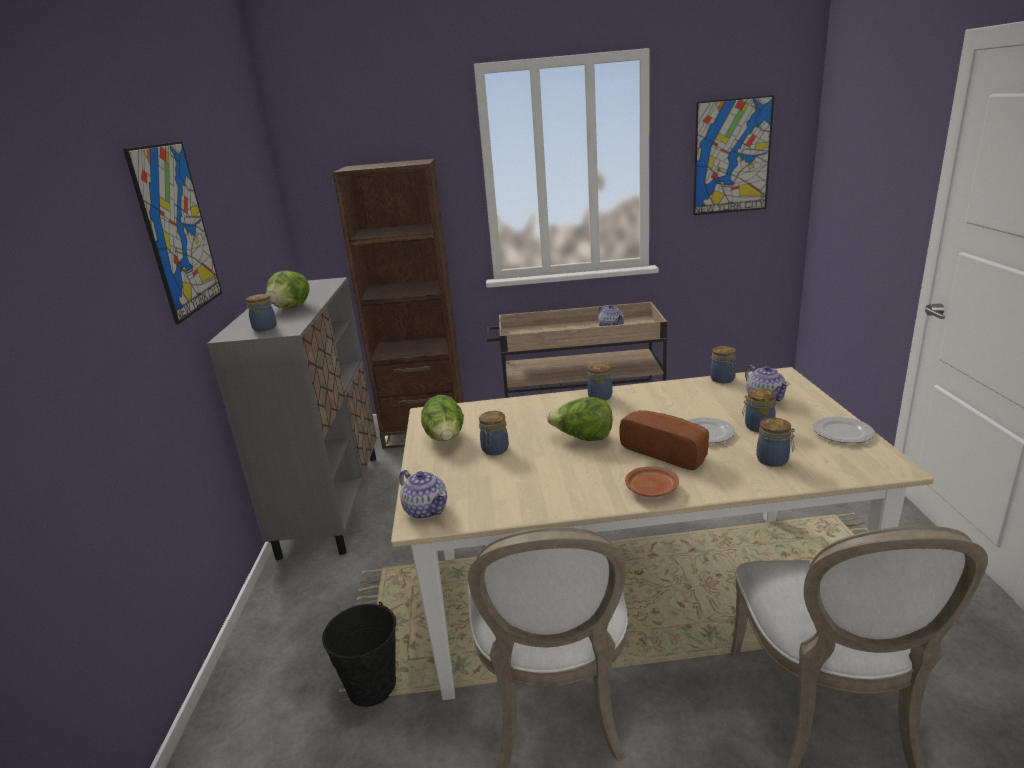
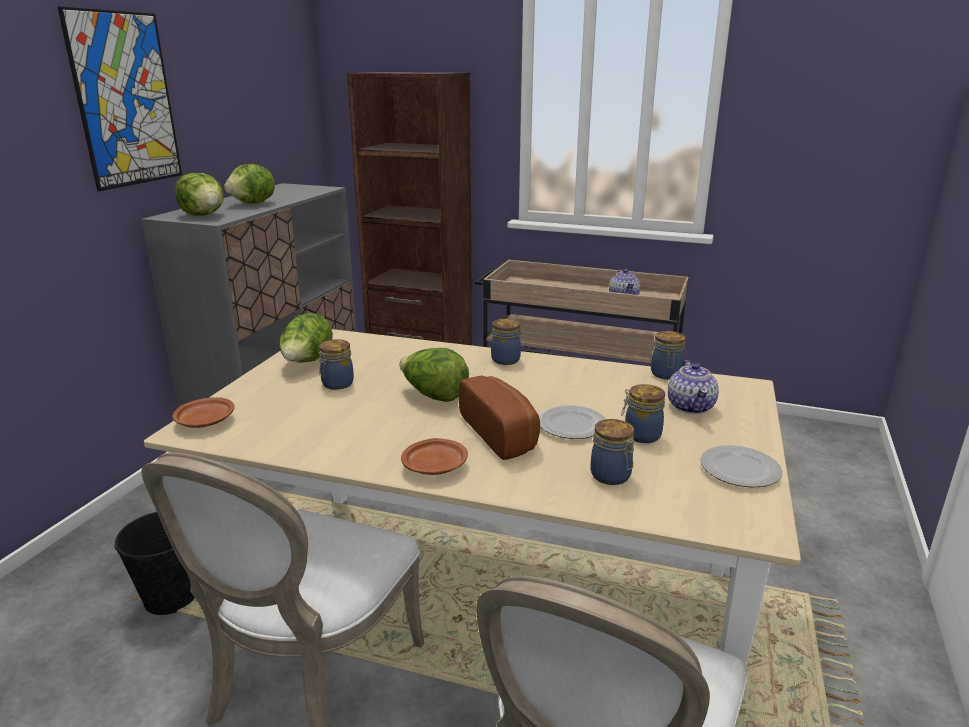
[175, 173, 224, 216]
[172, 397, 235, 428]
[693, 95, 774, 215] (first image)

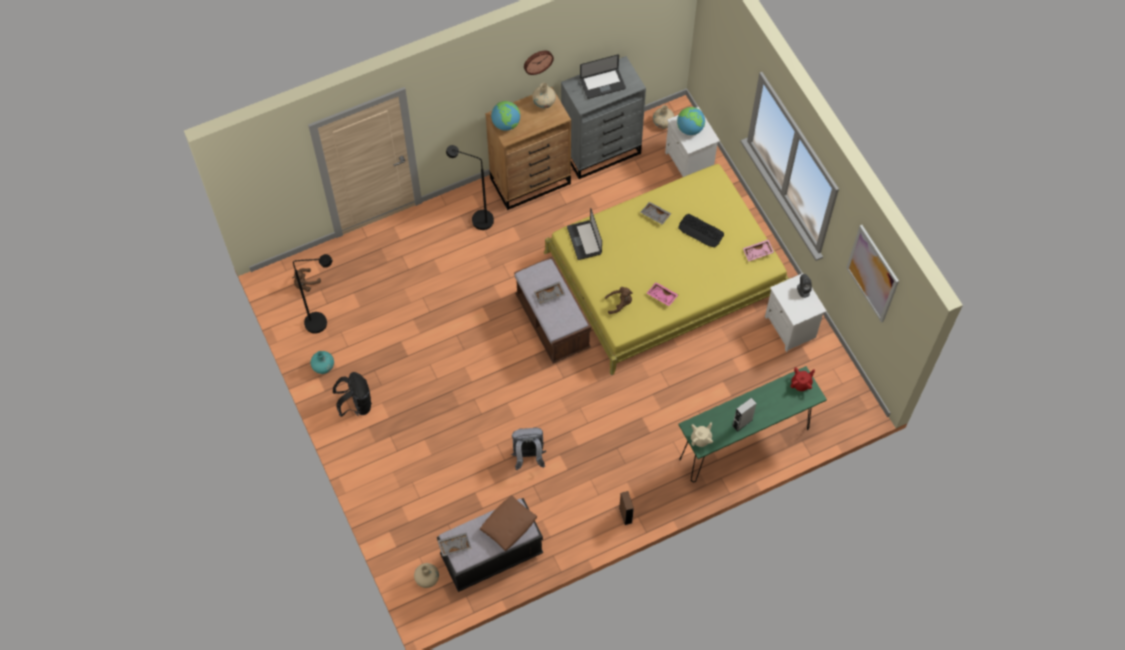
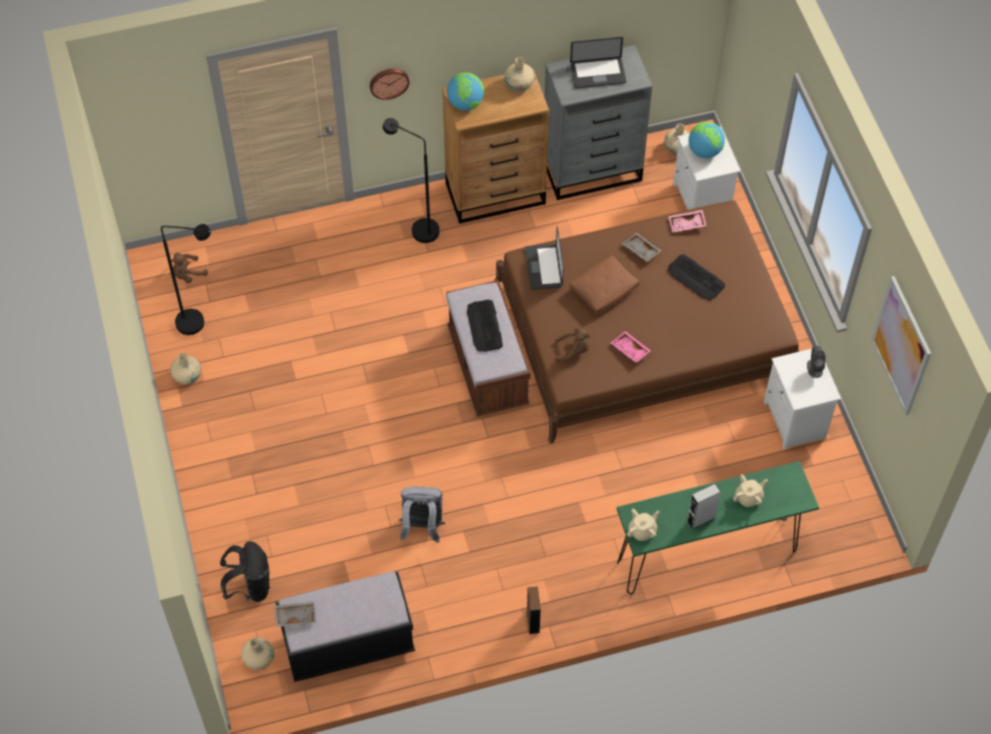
[171, 353, 201, 385]
[220, 541, 270, 602]
[570, 256, 640, 314]
[370, 69, 409, 100]
[467, 300, 503, 352]
[494, 201, 800, 444]
[668, 210, 707, 232]
[790, 367, 815, 391] (first image)
[733, 474, 768, 507]

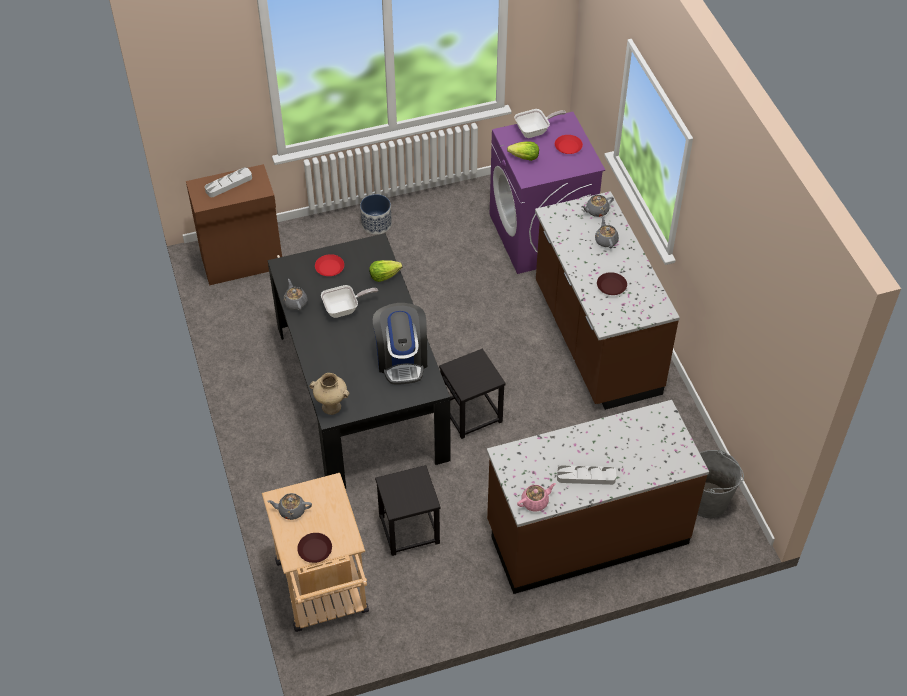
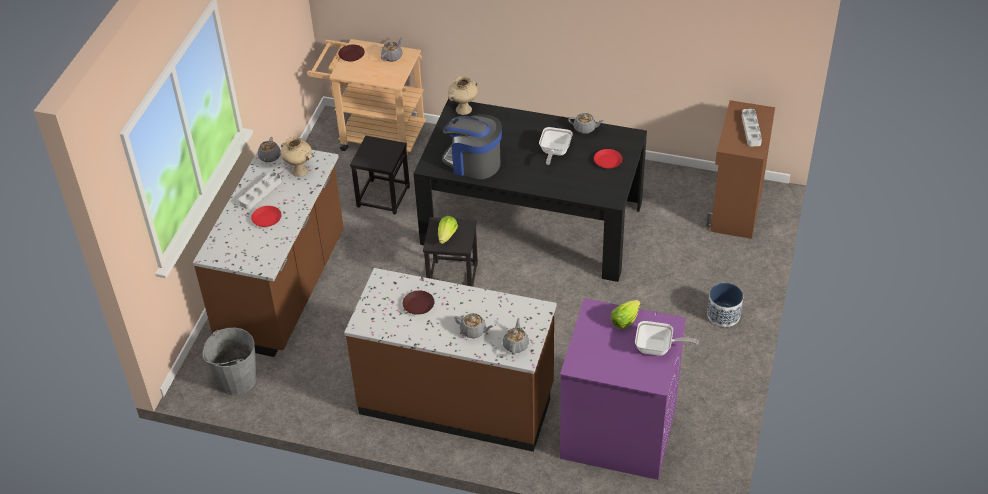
[438, 216, 458, 244]
[635, 321, 699, 356]
[258, 137, 281, 163]
[251, 206, 282, 227]
[280, 137, 312, 177]

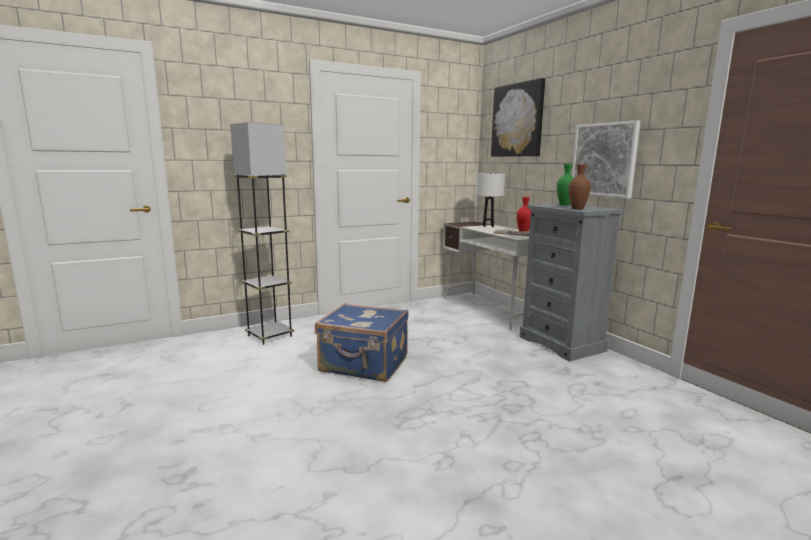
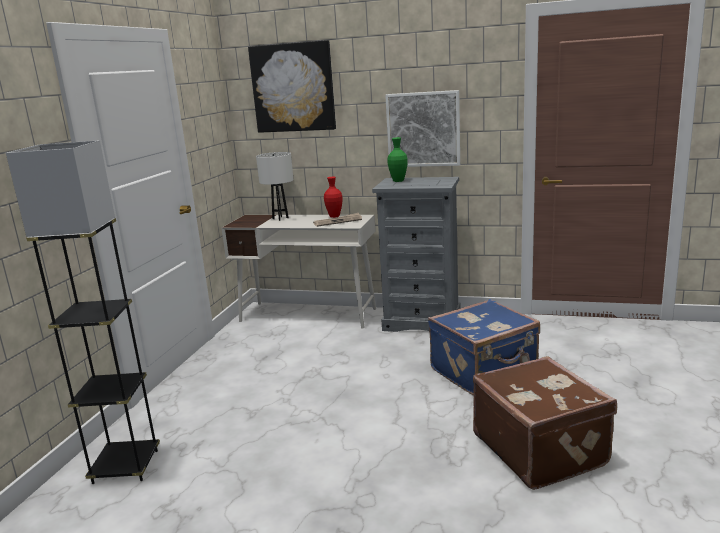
[428, 299, 540, 395]
[568, 164, 591, 210] (first image)
[473, 356, 617, 490]

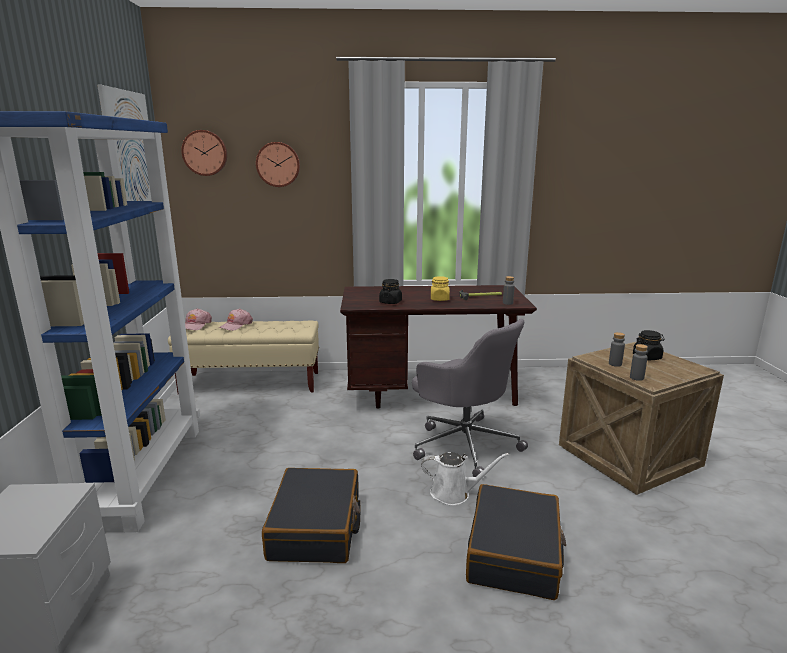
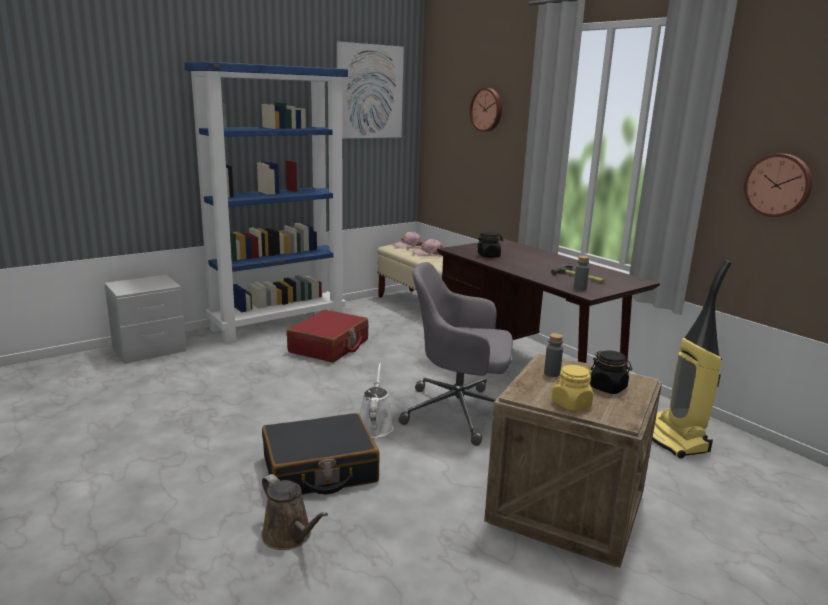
[744, 154, 812, 217]
[262, 468, 360, 563] (first image)
[399, 262, 513, 446]
[359, 362, 394, 438]
[552, 365, 593, 411]
[630, 344, 648, 381] (first image)
[261, 474, 328, 550]
[287, 310, 368, 363]
[652, 260, 732, 459]

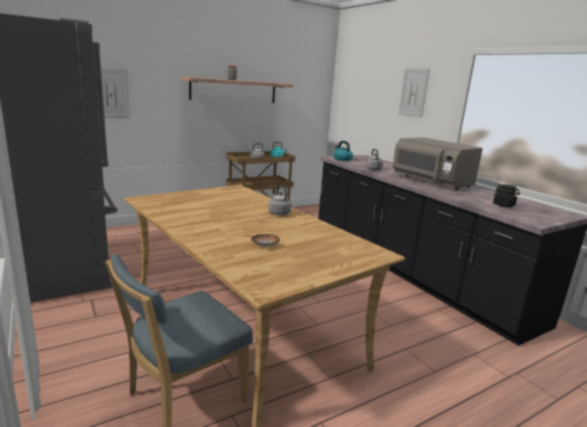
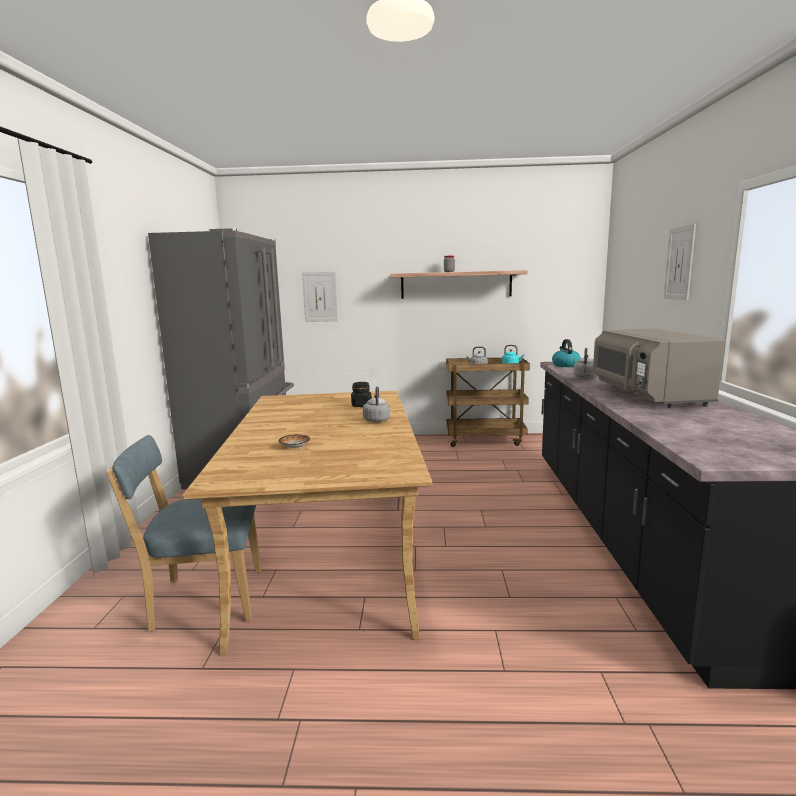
[351, 382, 372, 407]

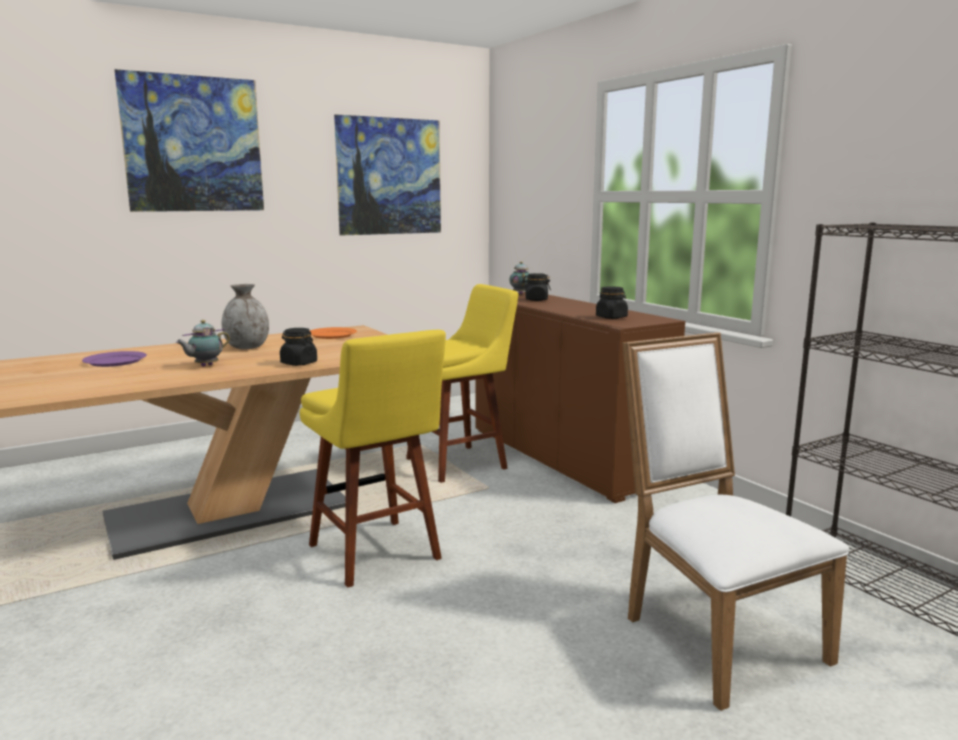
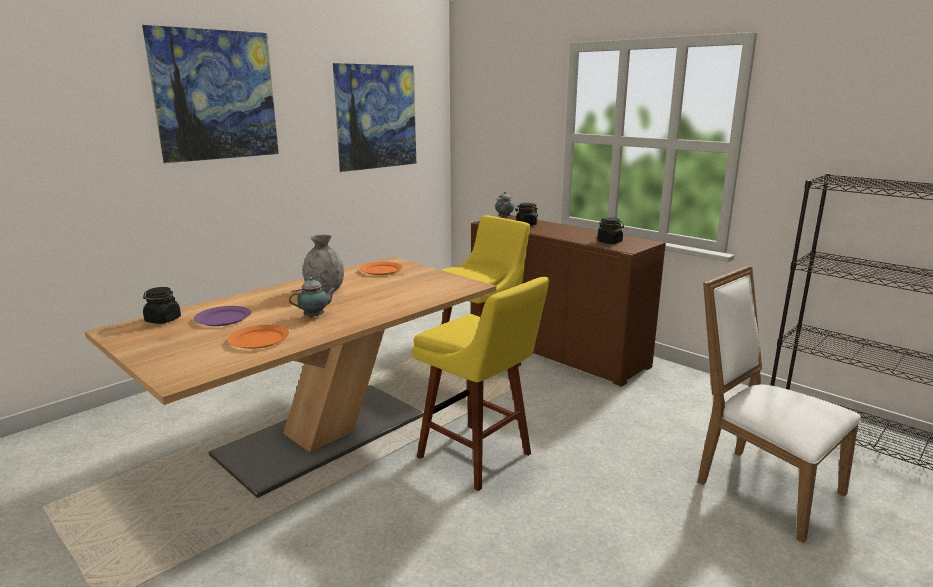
[289, 277, 337, 318]
[143, 287, 181, 324]
[227, 325, 289, 349]

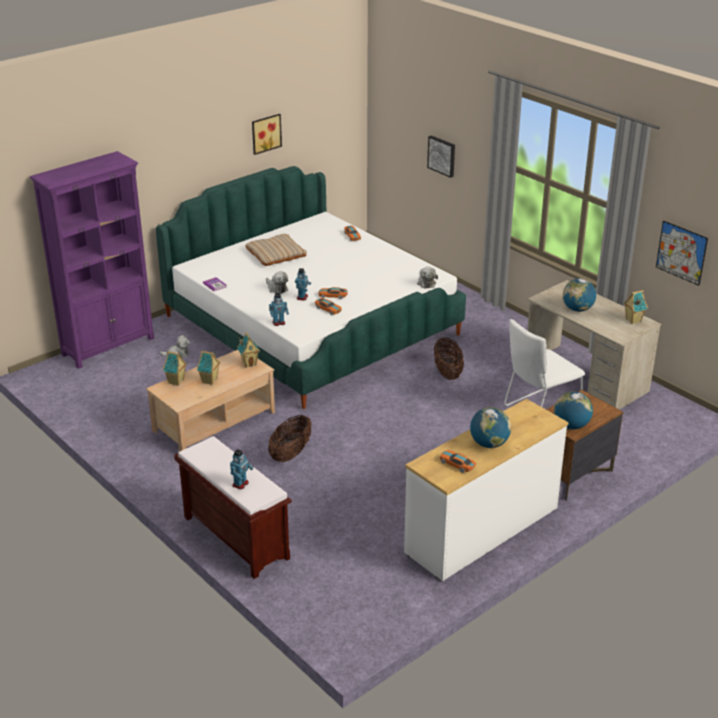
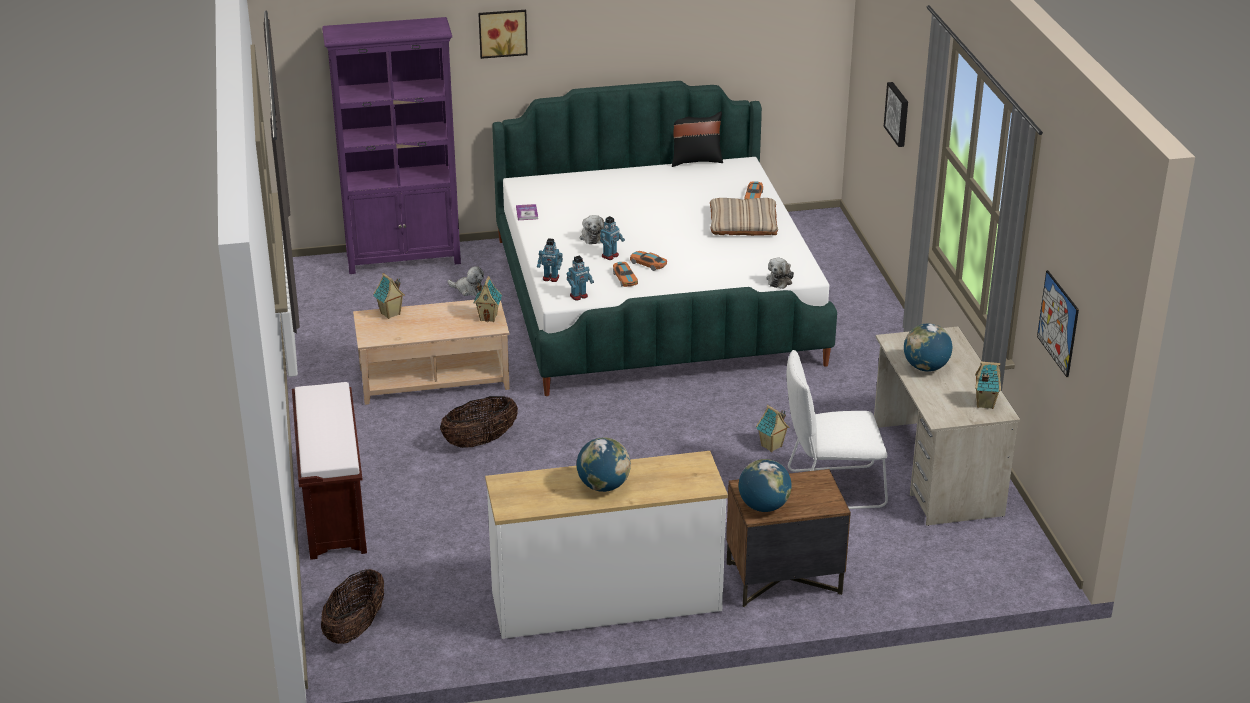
[756, 405, 790, 452]
[567, 256, 594, 301]
[710, 198, 778, 236]
[478, 10, 528, 59]
[321, 569, 384, 644]
[440, 450, 476, 473] (first image)
[672, 111, 723, 167]

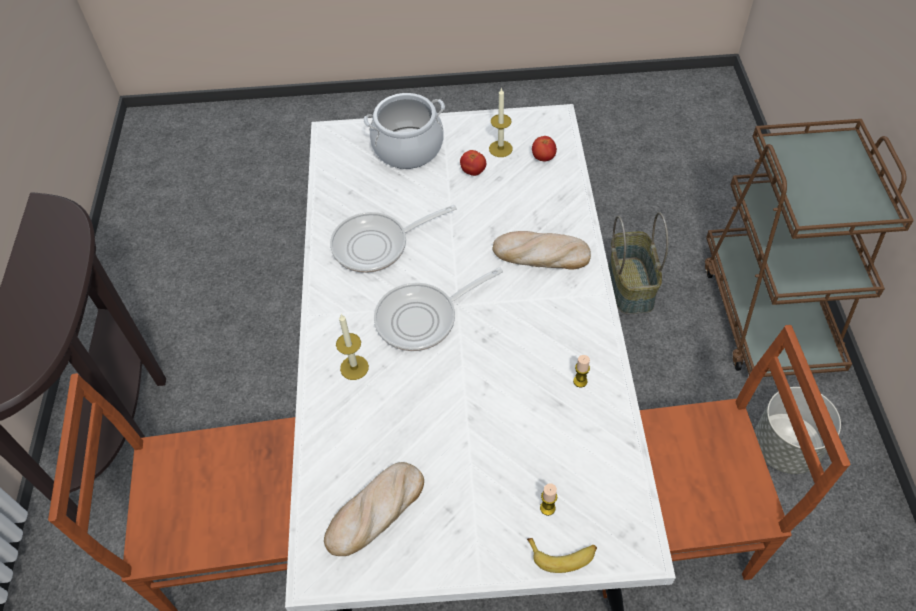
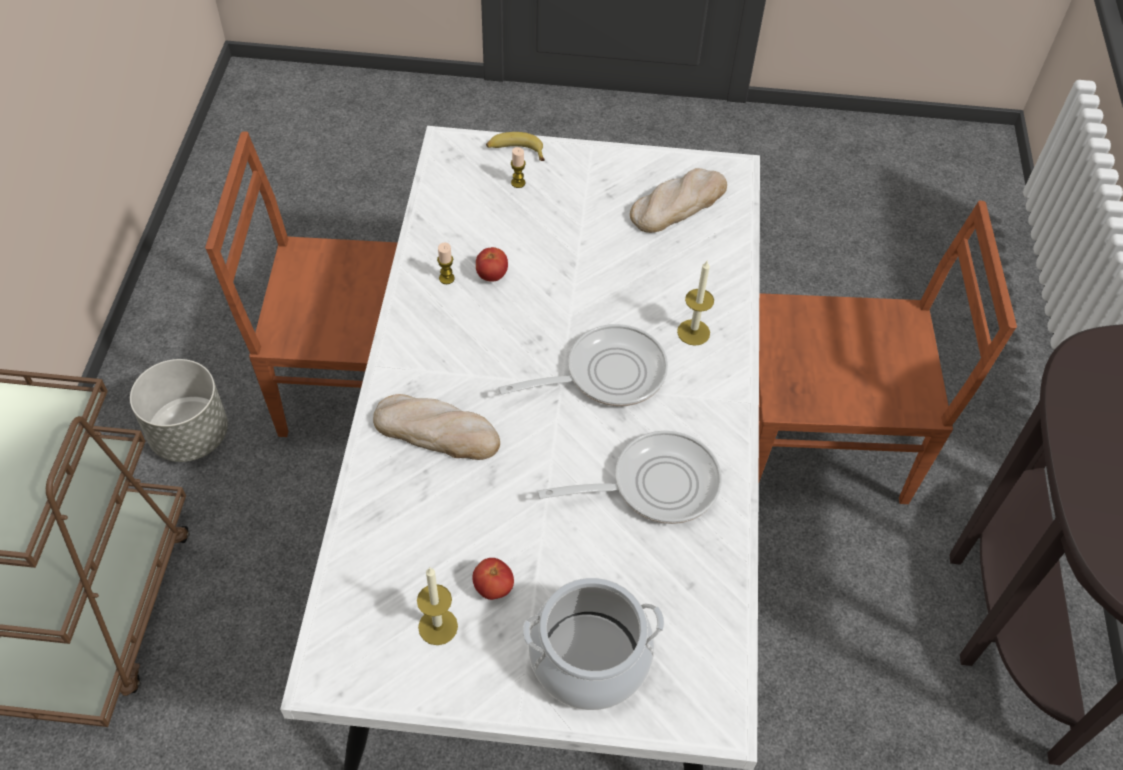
[476, 247, 508, 282]
[609, 212, 668, 314] (first image)

